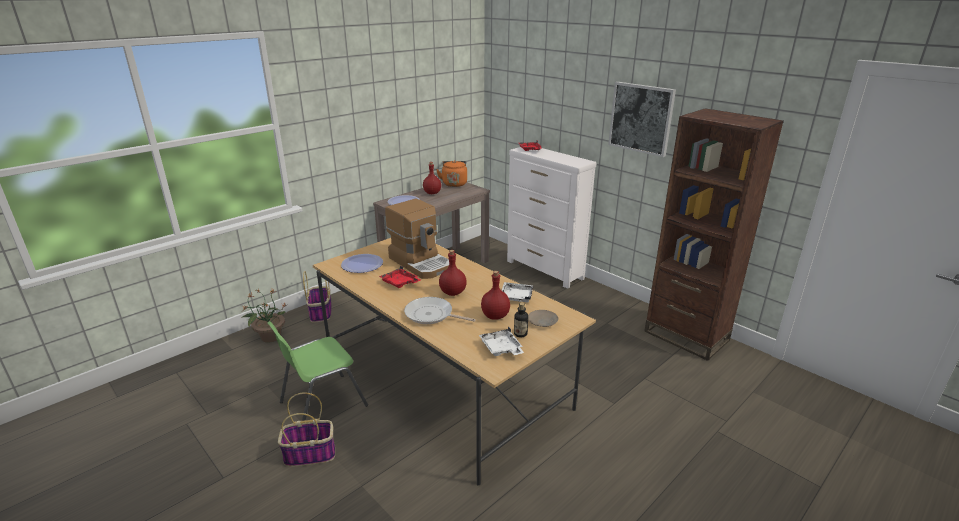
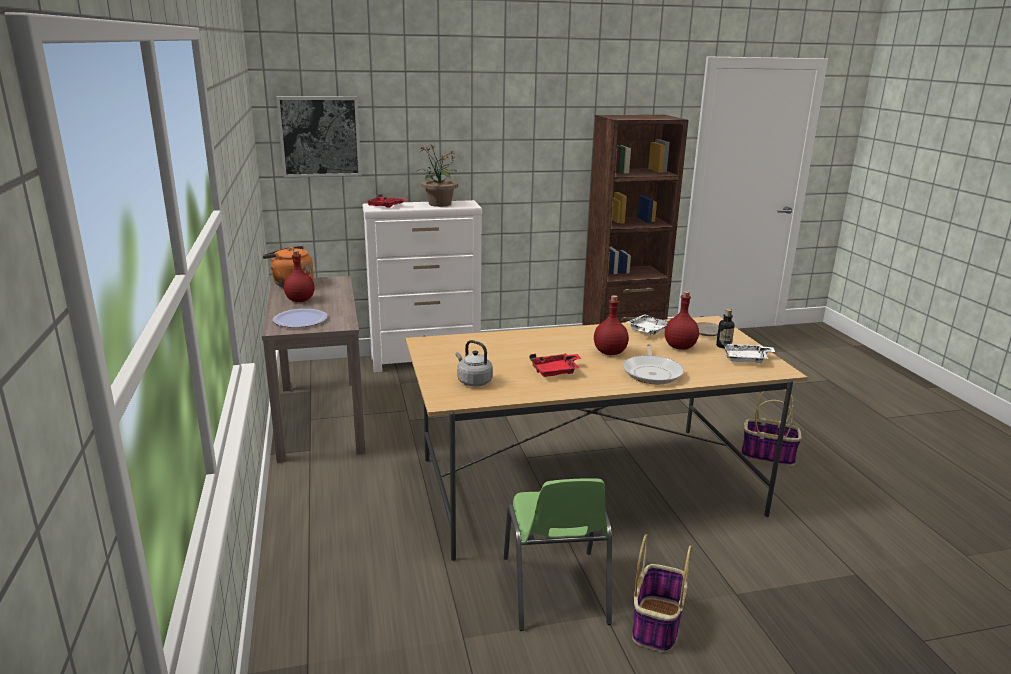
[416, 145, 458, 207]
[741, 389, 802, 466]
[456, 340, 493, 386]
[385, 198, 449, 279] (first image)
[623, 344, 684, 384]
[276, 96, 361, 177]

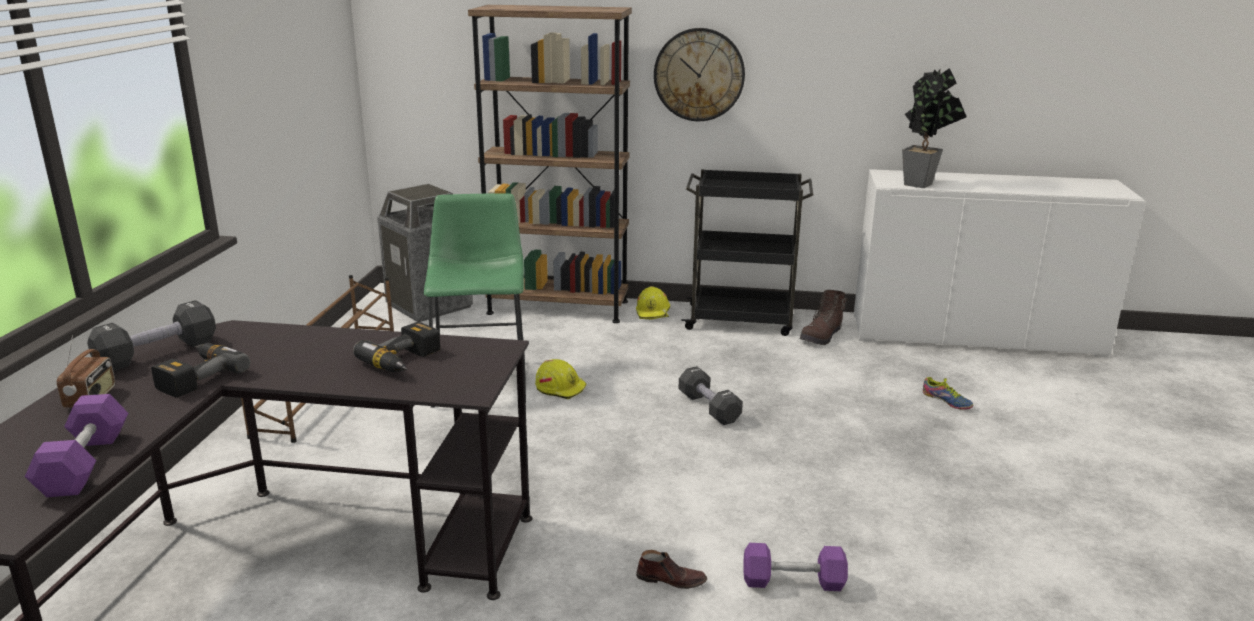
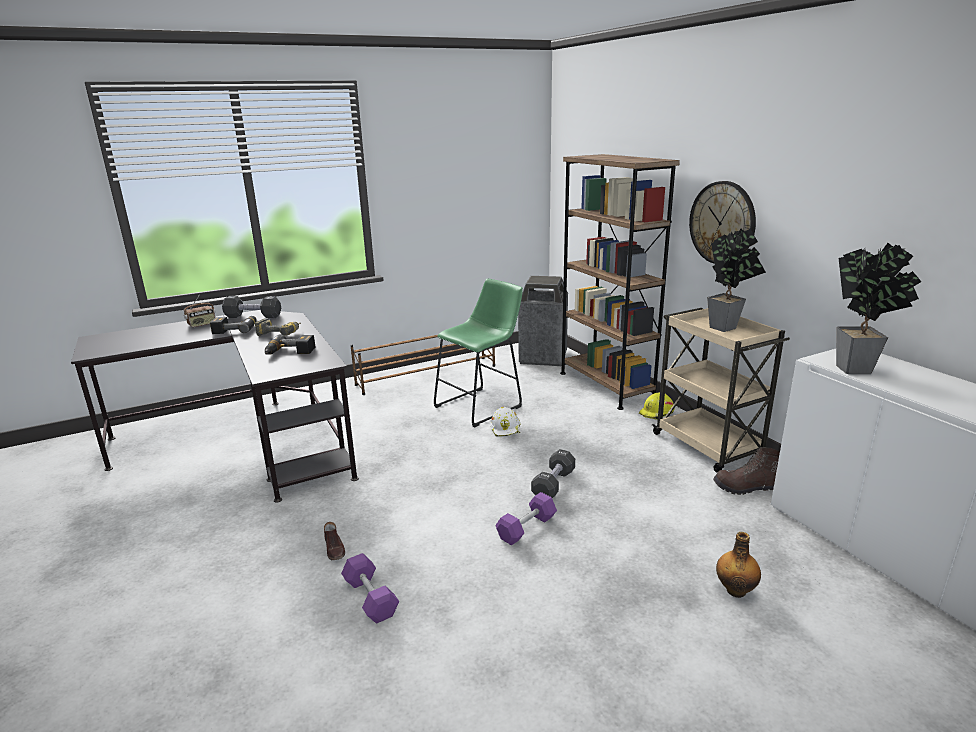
[495, 492, 557, 545]
[491, 407, 520, 437]
[652, 308, 790, 472]
[716, 532, 761, 598]
[255, 318, 301, 336]
[707, 229, 766, 332]

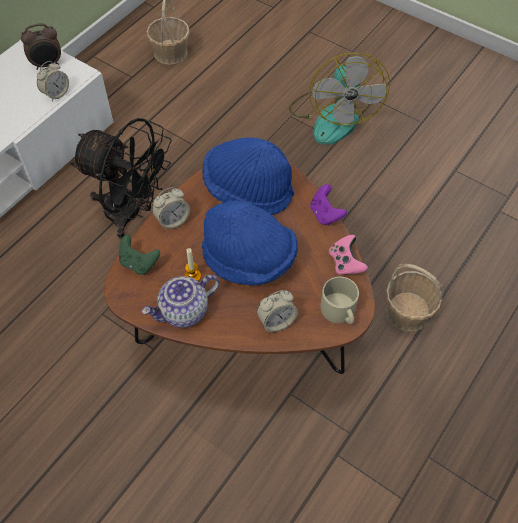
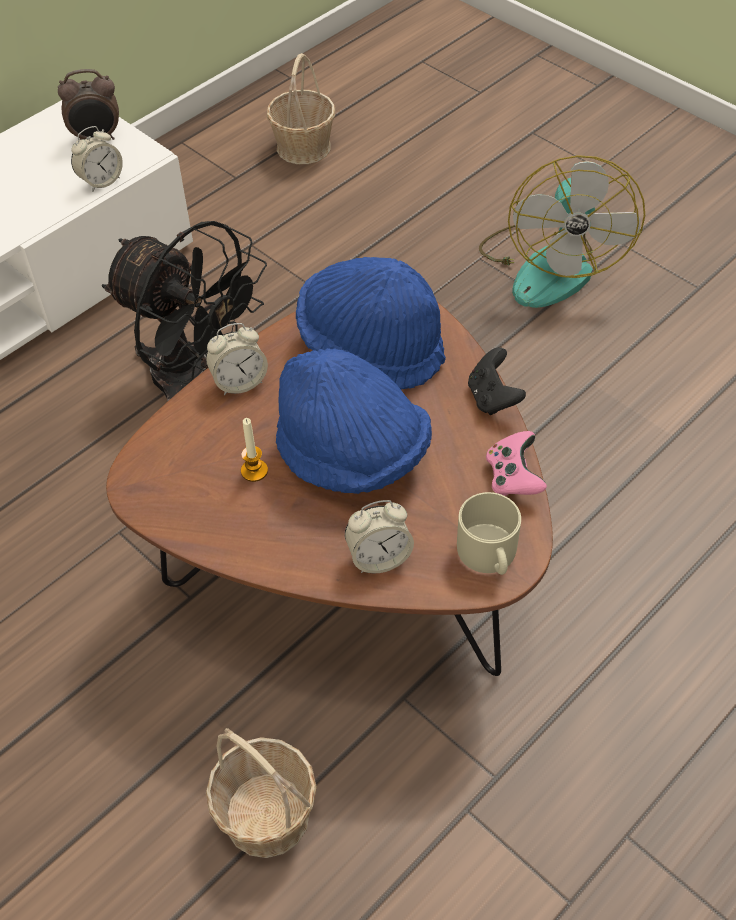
[119, 235, 160, 275] (first image)
[142, 275, 220, 328] (first image)
[468, 347, 526, 415]
[206, 728, 317, 858]

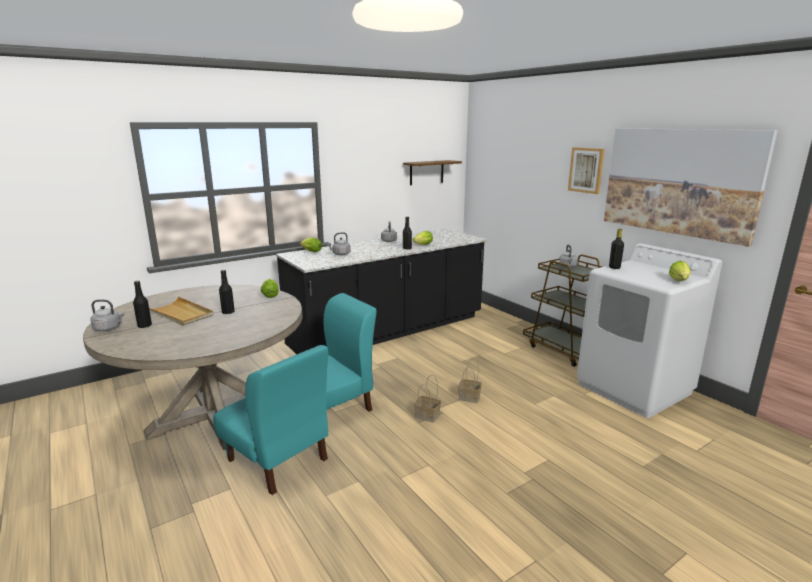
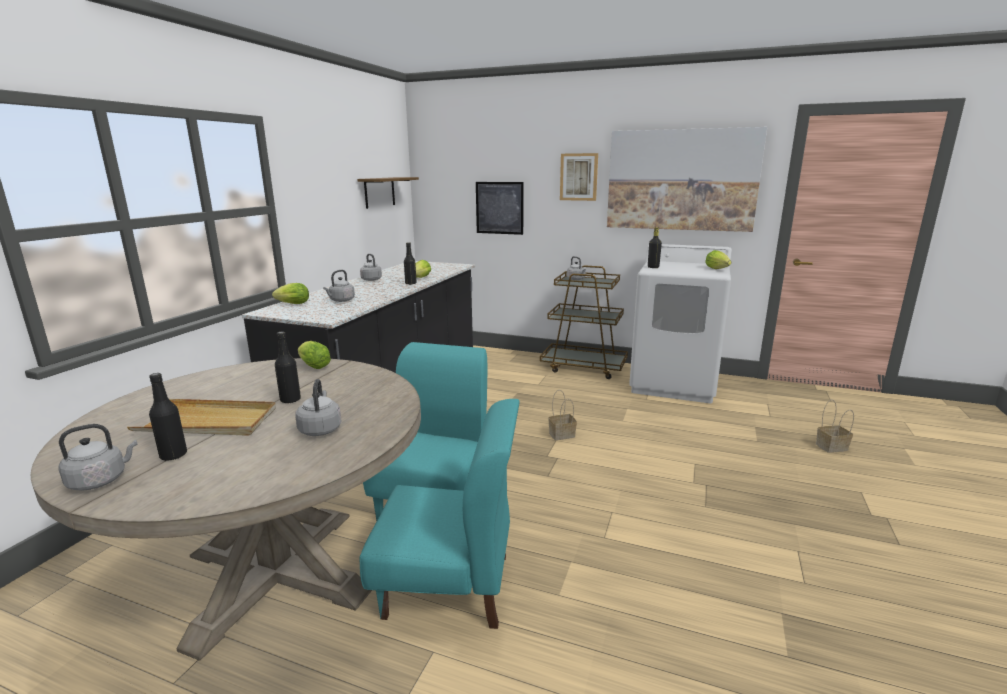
[816, 399, 854, 453]
[295, 379, 342, 436]
[476, 182, 524, 235]

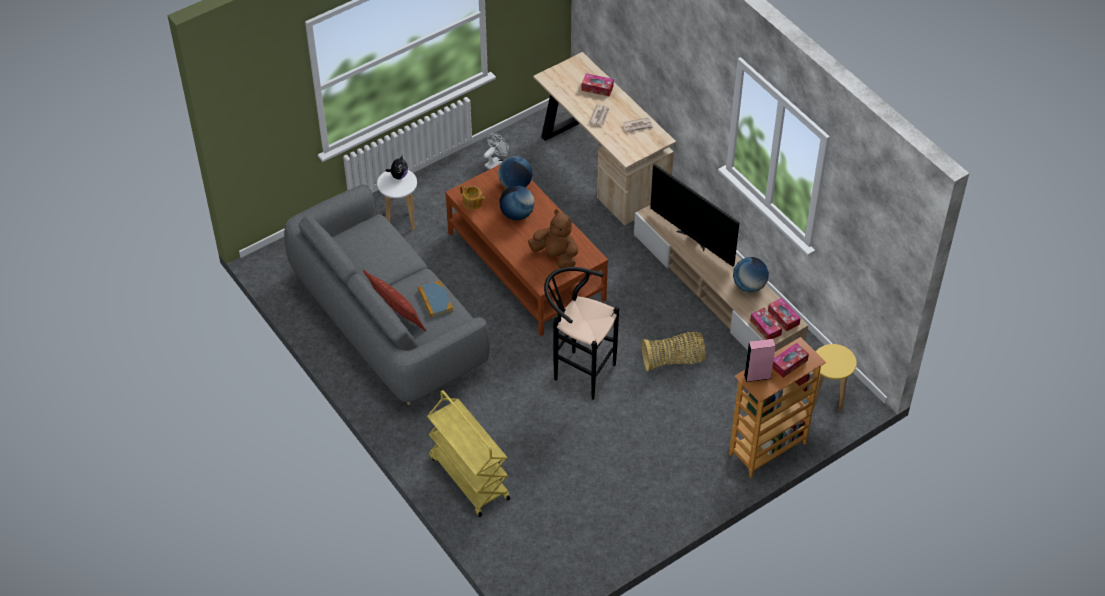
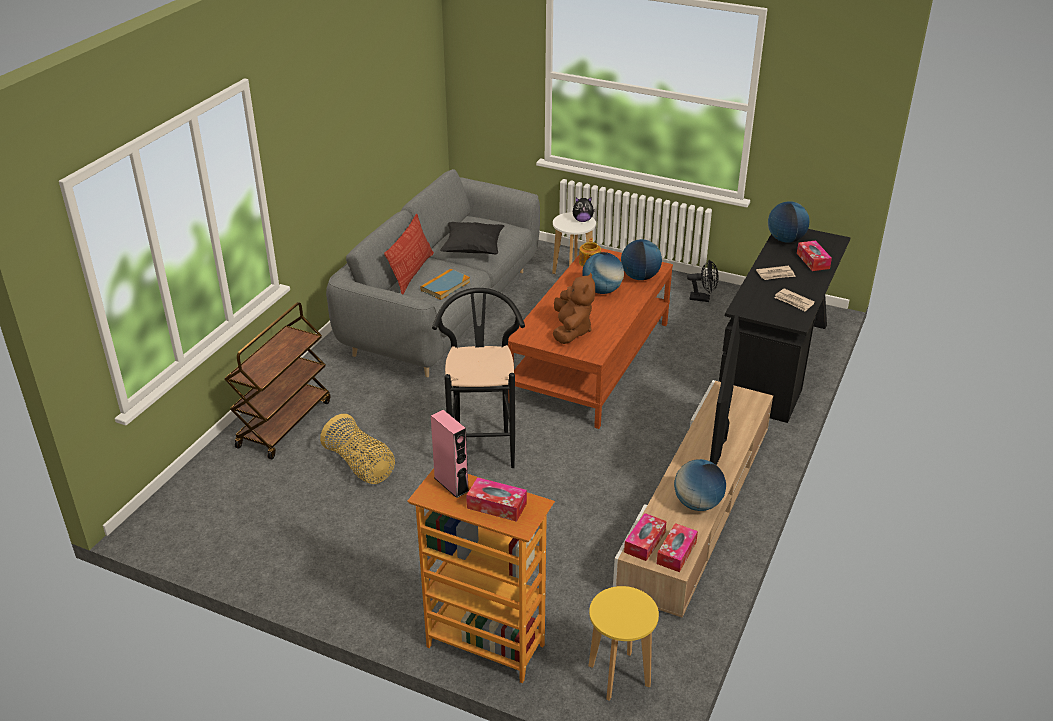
[224, 302, 331, 459]
[687, 259, 719, 302]
[719, 229, 851, 423]
[320, 414, 395, 484]
[440, 222, 504, 254]
[768, 201, 810, 243]

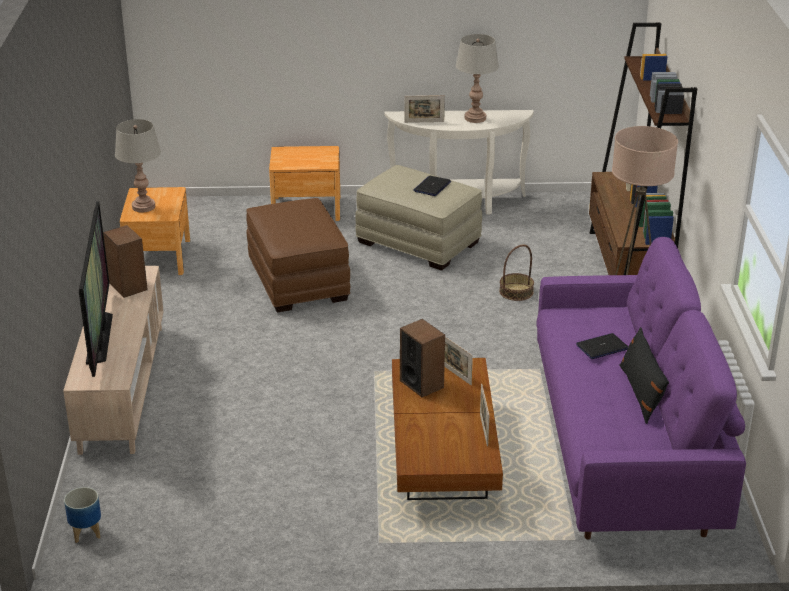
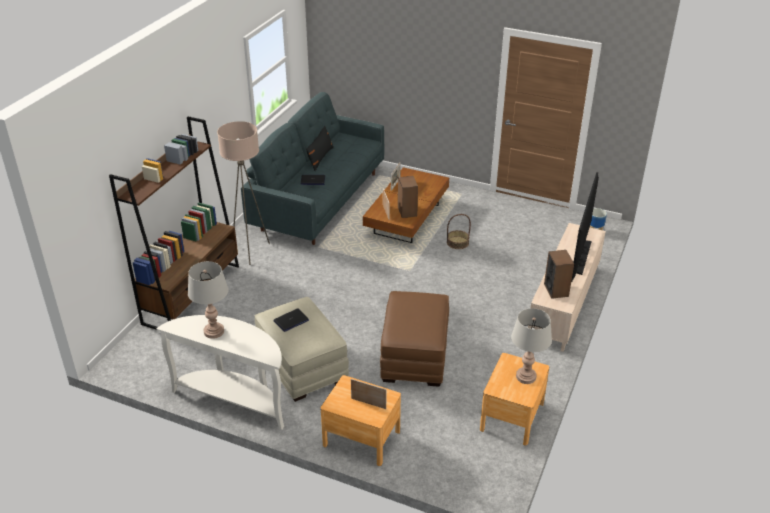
[351, 379, 386, 409]
[447, 214, 471, 249]
[241, 92, 384, 245]

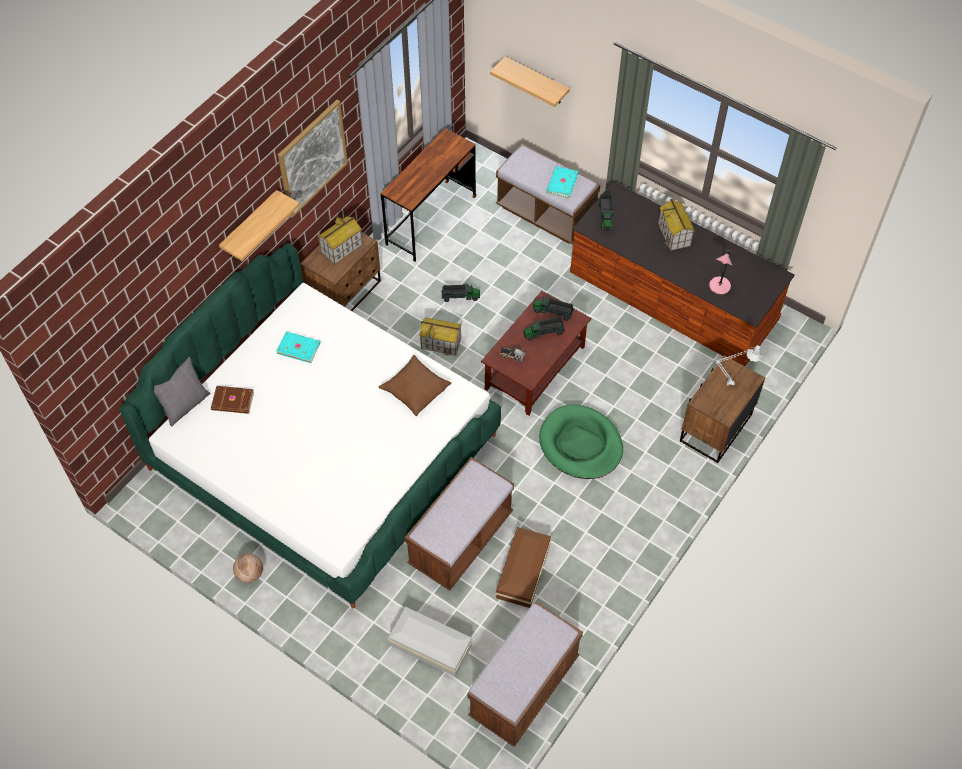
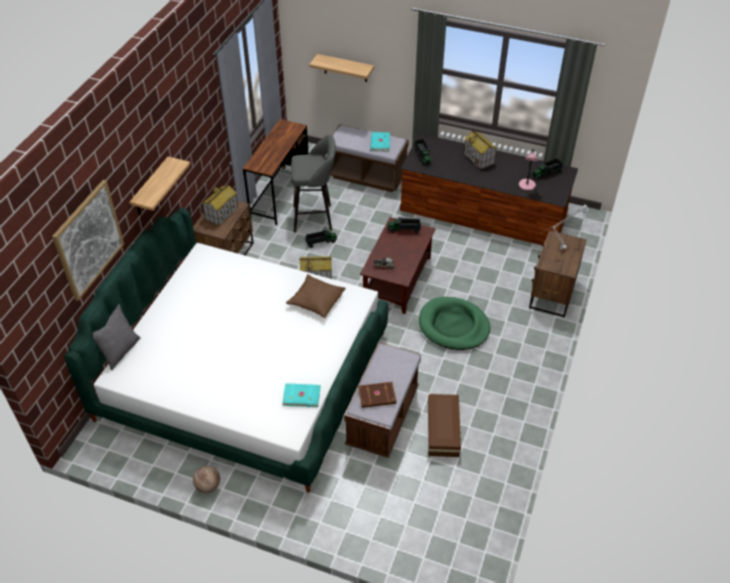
[358, 382, 397, 408]
[282, 383, 321, 407]
[52, 180, 124, 301]
[388, 607, 473, 677] (first image)
[468, 602, 583, 747] (first image)
[532, 158, 563, 179]
[291, 135, 336, 233]

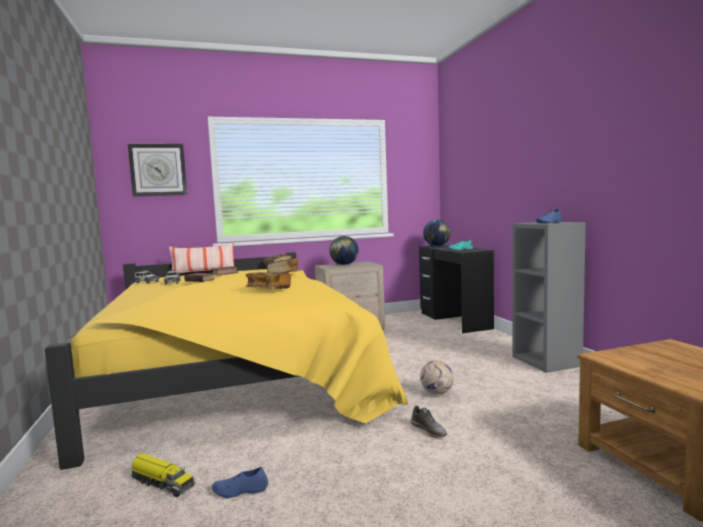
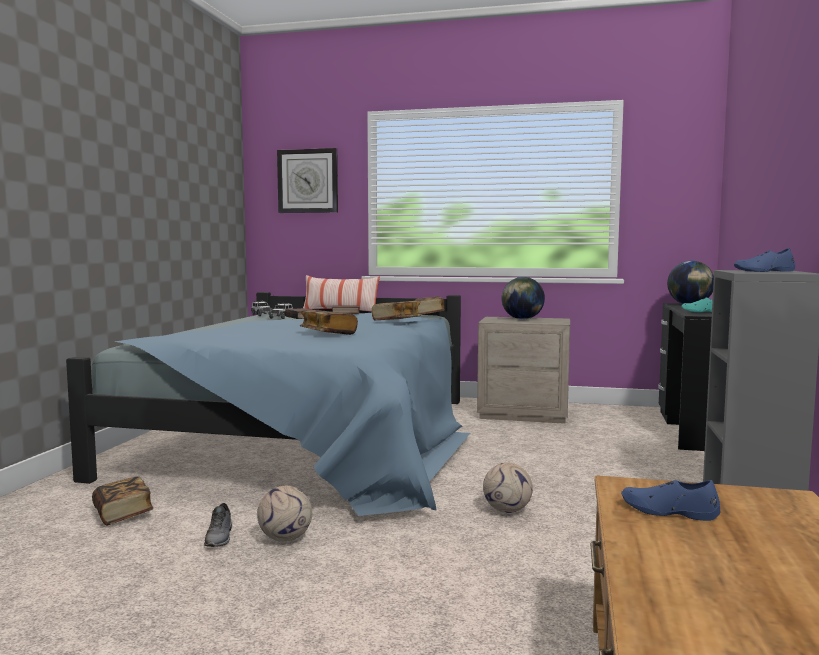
[66, 292, 470, 516]
[92, 477, 153, 525]
[621, 480, 720, 521]
[204, 503, 232, 547]
[257, 486, 312, 542]

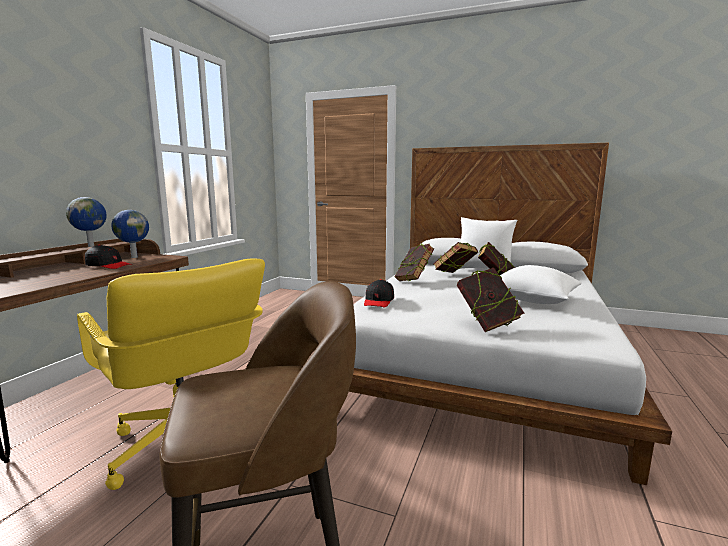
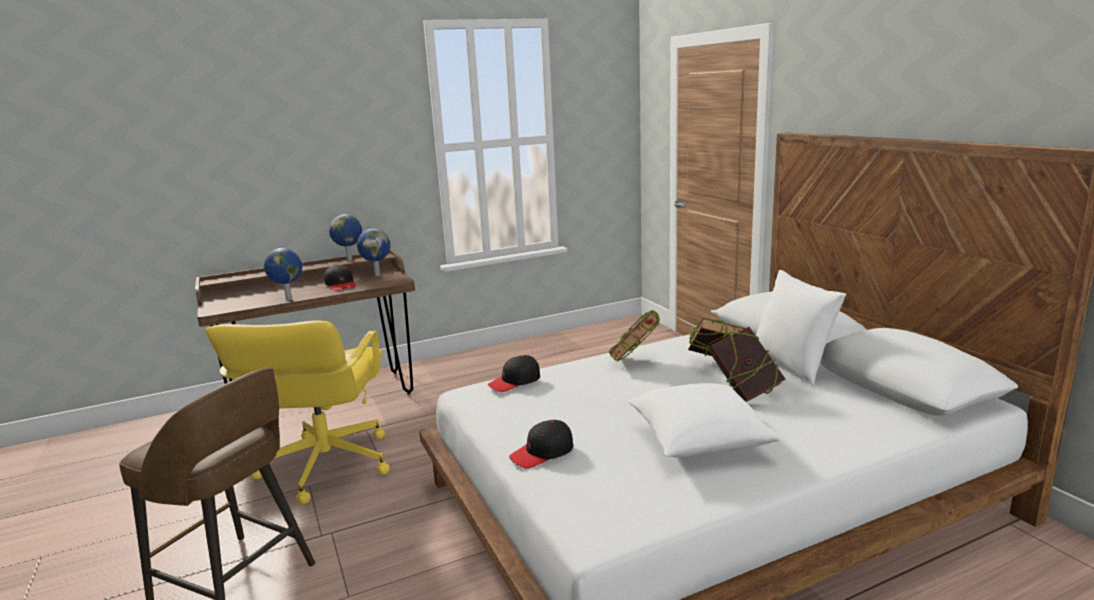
[509, 420, 573, 469]
[264, 248, 303, 300]

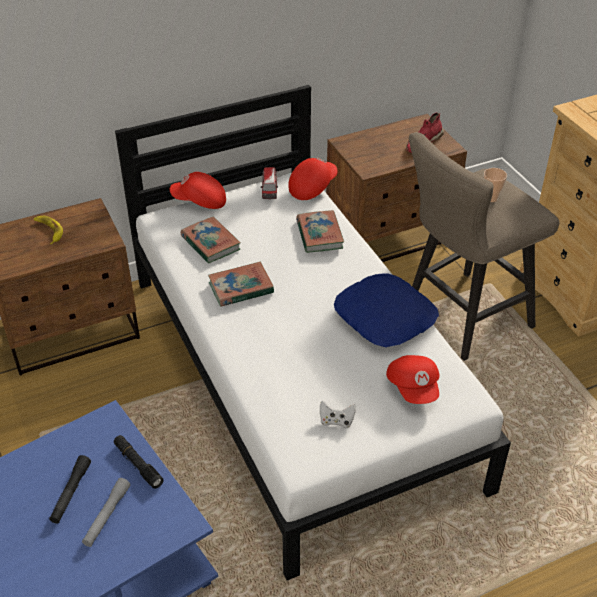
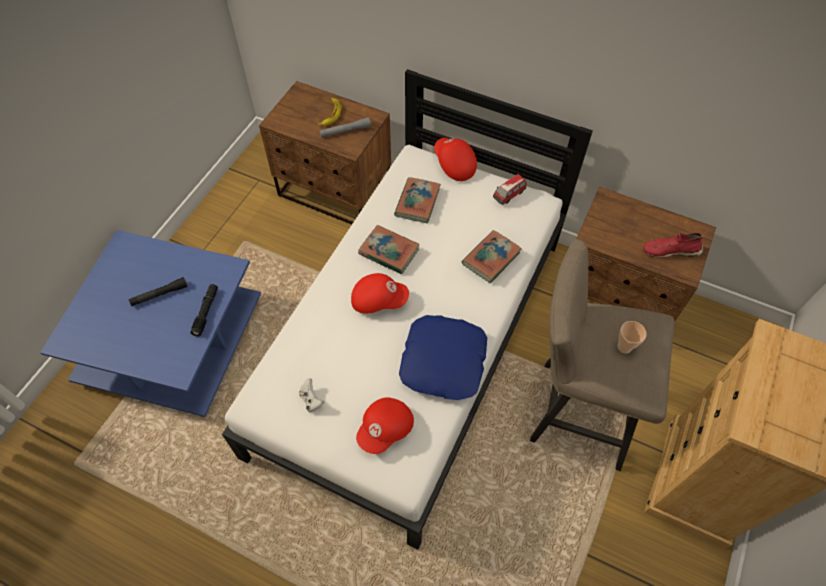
[319, 117, 371, 137]
[351, 273, 409, 313]

